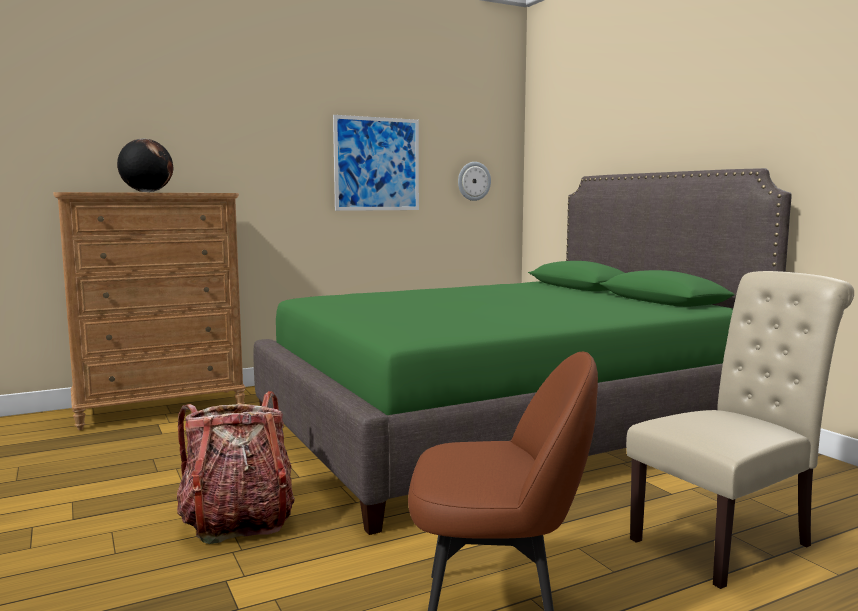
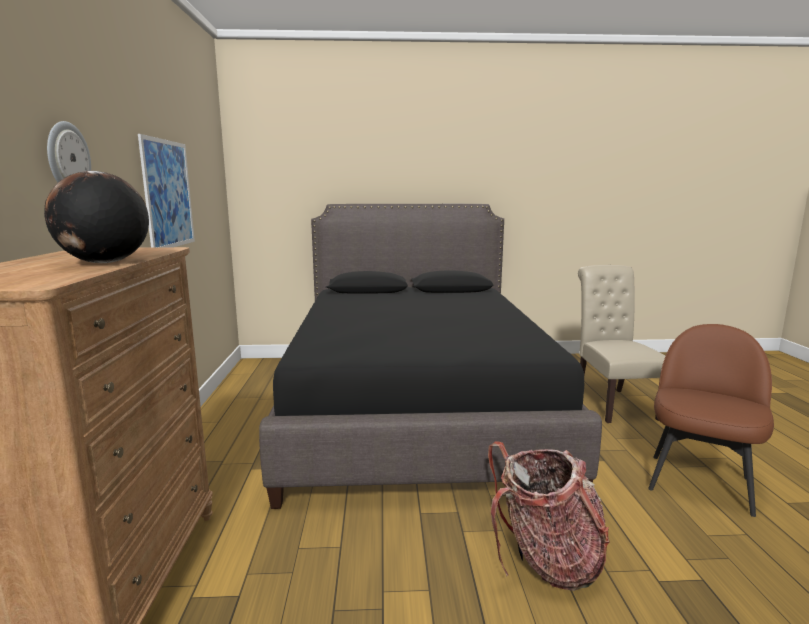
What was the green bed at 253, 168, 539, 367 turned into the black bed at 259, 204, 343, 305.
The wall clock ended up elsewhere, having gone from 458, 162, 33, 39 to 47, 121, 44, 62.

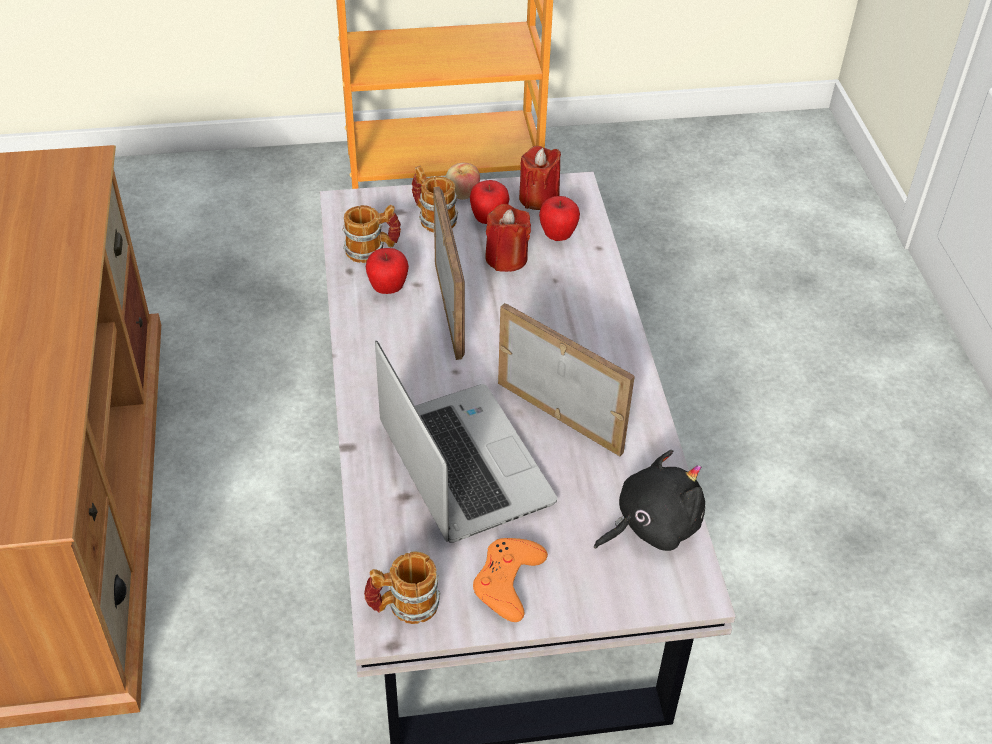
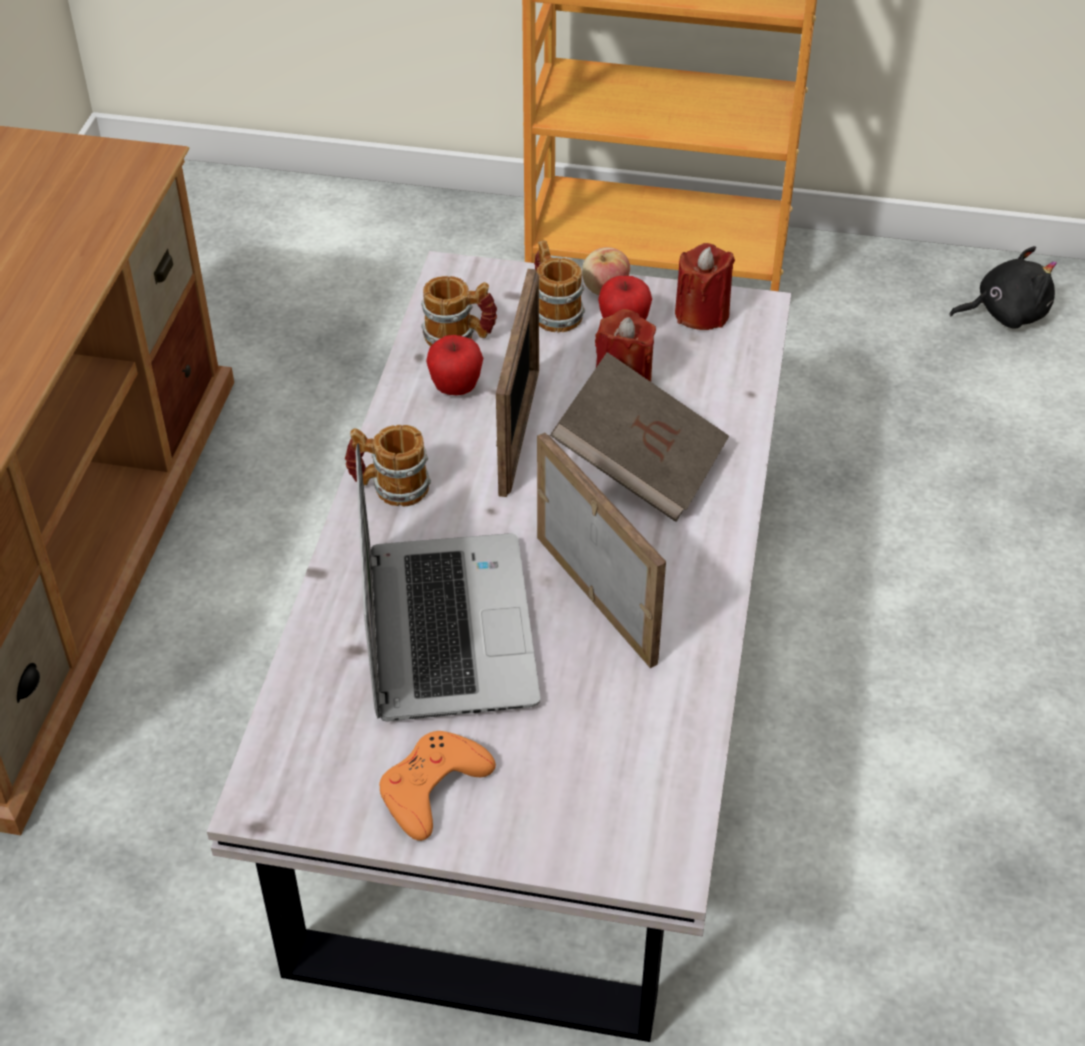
The mug ended up elsewhere, having gone from 364, 551, 76, 73 to 345, 425, 86, 82.
The second view lost the apple at 539, 196, 41, 45.
The black plush toy ended up elsewhere, having gone from 594, 450, 111, 101 to 949, 246, 108, 82.
The second view gained the brown book at 550, 352, 179, 170.

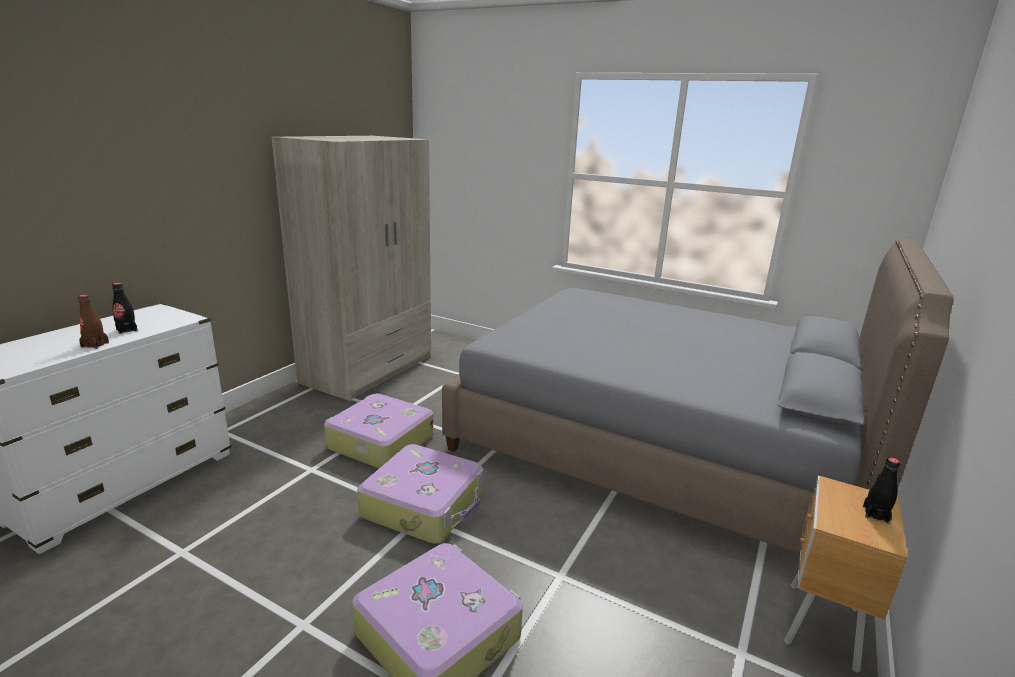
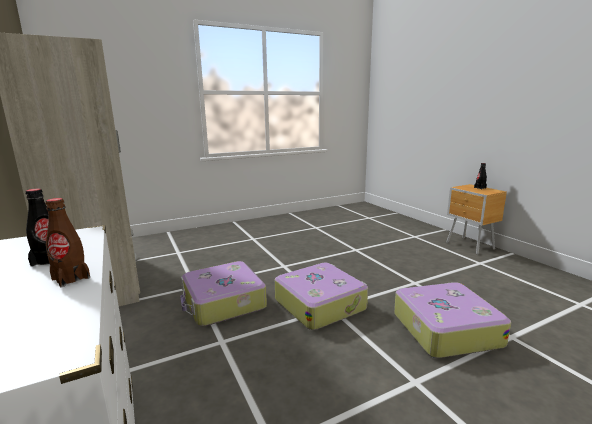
The second view lost the grey bed at 442, 238, 512, 316.

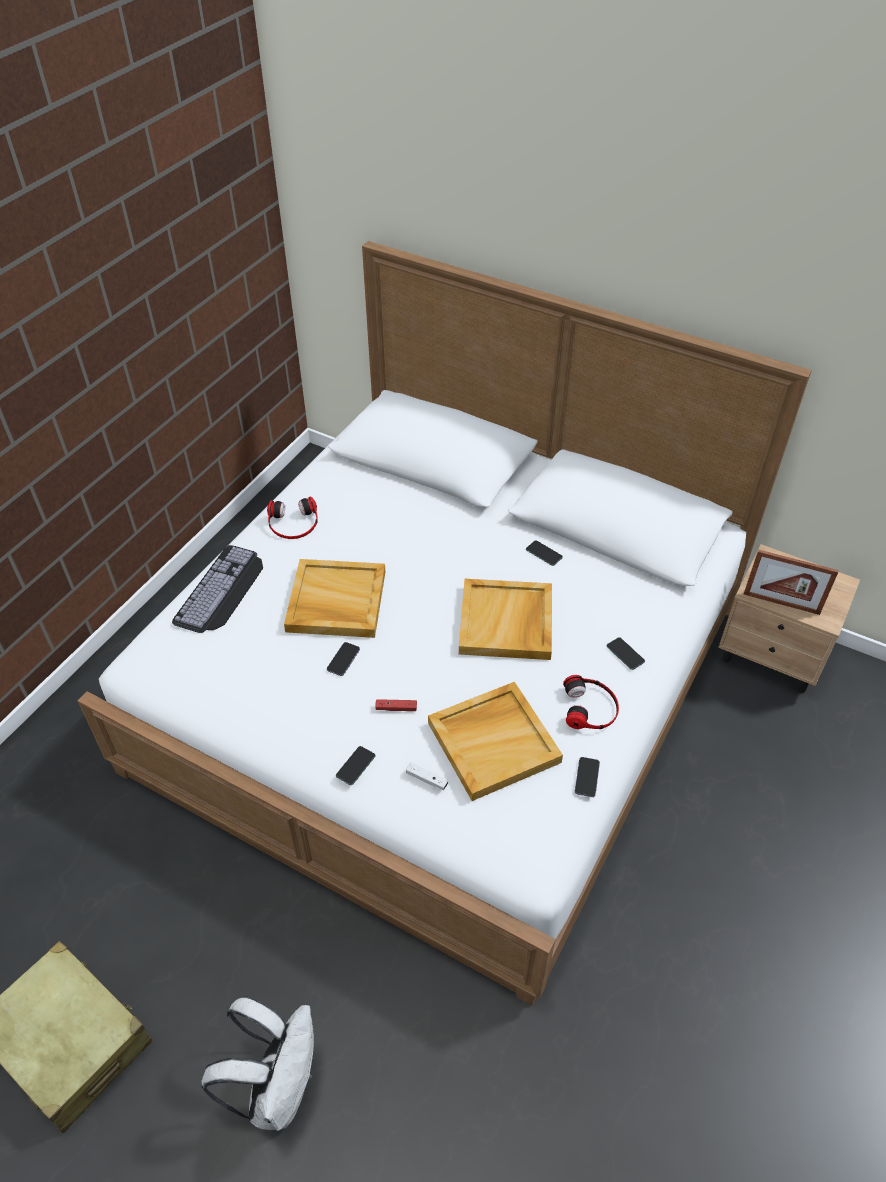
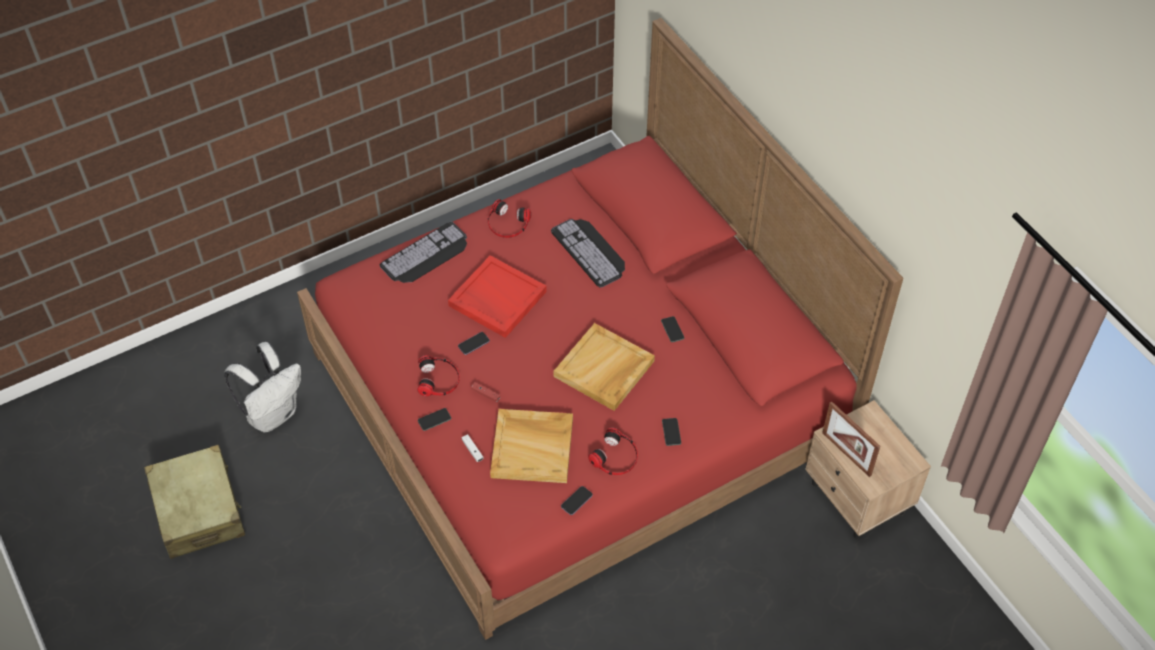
What was the white bed at 77, 241, 735, 765 turned into the red bed at 297, 18, 606, 622.
The white backpack ended up elsewhere, having gone from 201, 996, 113, 135 to 224, 342, 77, 90.
What was the beige tray at 284, 559, 101, 79 turned into the red tray at 448, 255, 99, 83.
The second view gained the headphones at 417, 355, 43, 41.
The second view gained the keyboard at 551, 219, 74, 68.

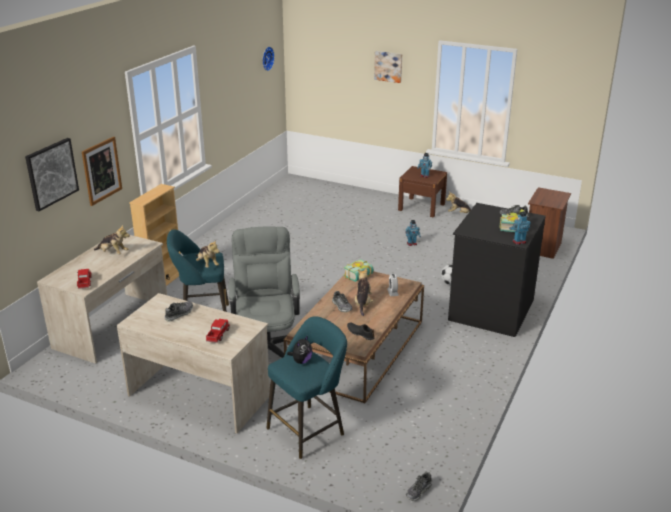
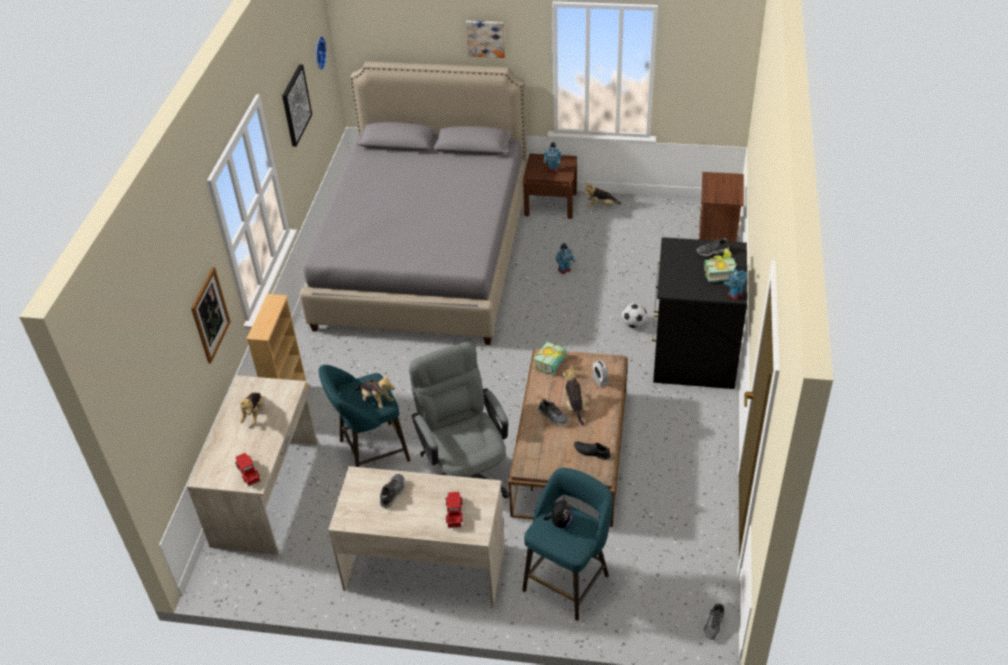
The picture ended up elsewhere, having gone from 25, 138, 54, 73 to 282, 64, 30, 83.
The plush toy at 94, 225, 36, 29 ended up facing another way, 90 degrees clockwise from before.
The second view gained the grey bed at 300, 61, 227, 284.

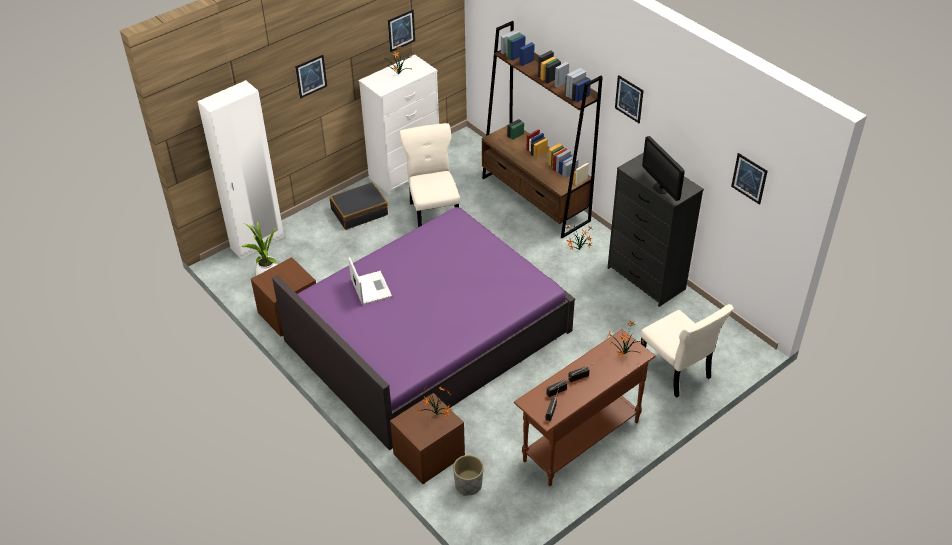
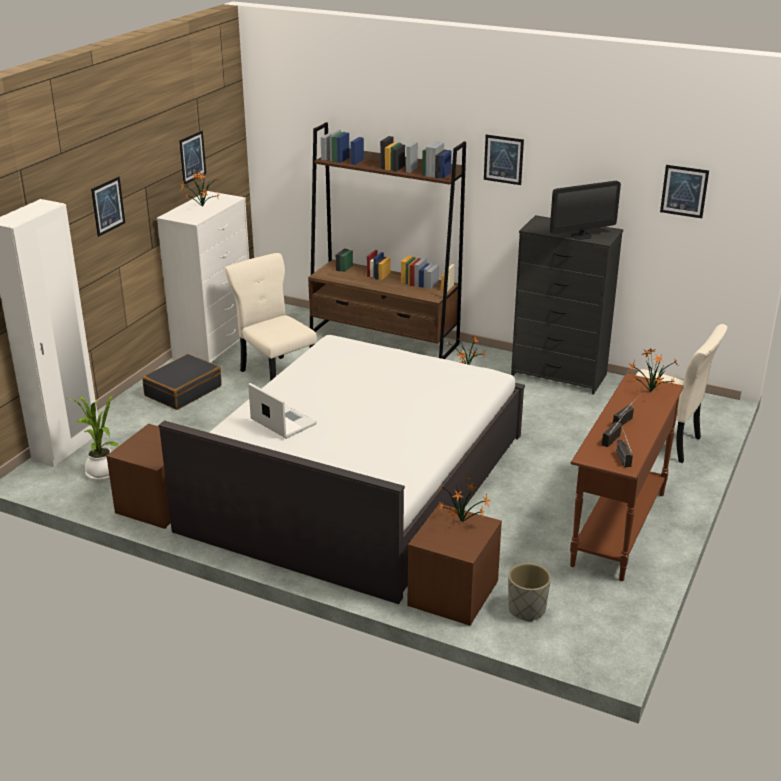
What was the purple bed at 272, 207, 303, 243 turned into the white bed at 158, 335, 367, 269.
The monitor at 642, 136, 43, 65 ended up facing another way, 60 degrees counterclockwise from before.

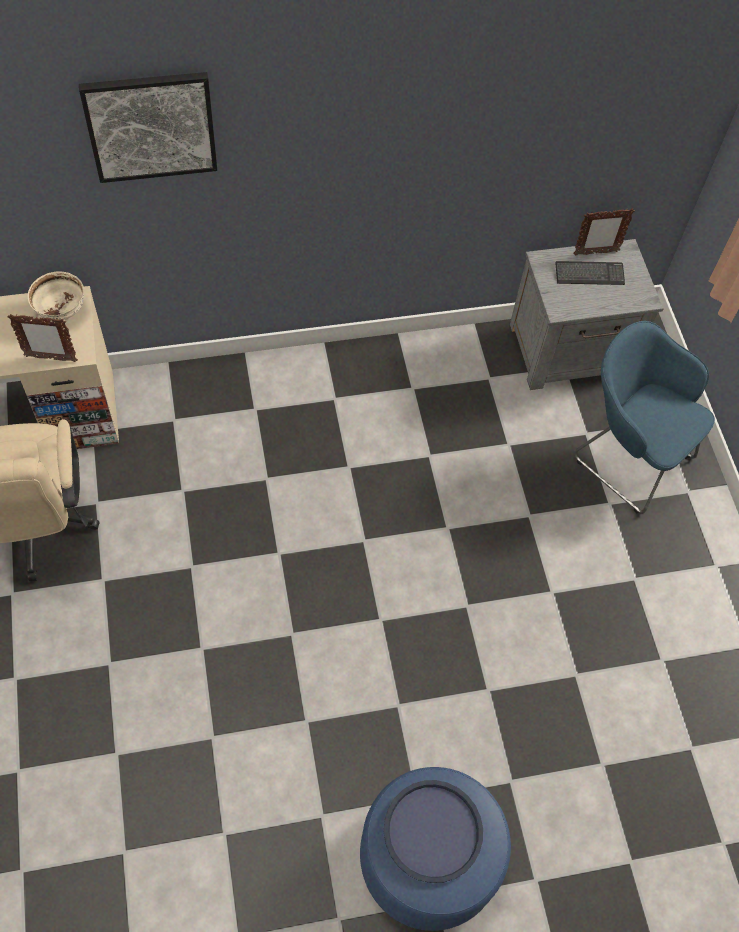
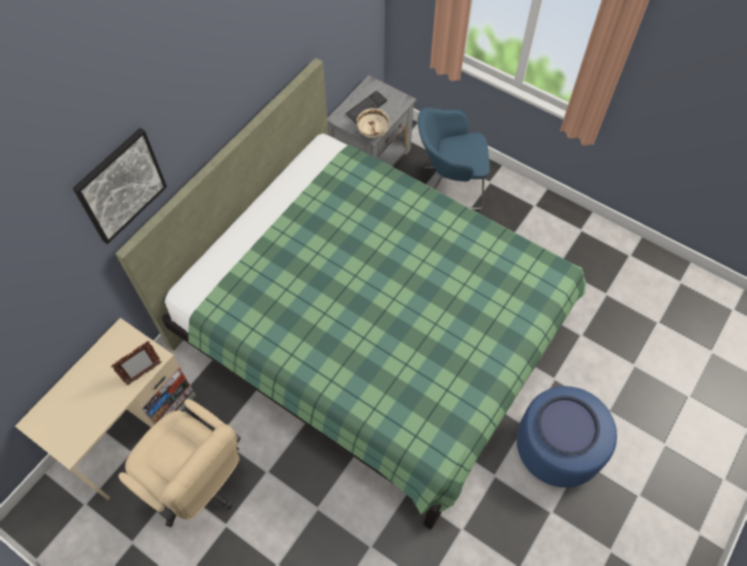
The beige bowl ended up elsewhere, having gone from 27, 271, 57, 49 to 357, 108, 33, 31.
The second view lost the picture frame at 573, 208, 62, 48.
The second view gained the green bed at 116, 58, 470, 472.

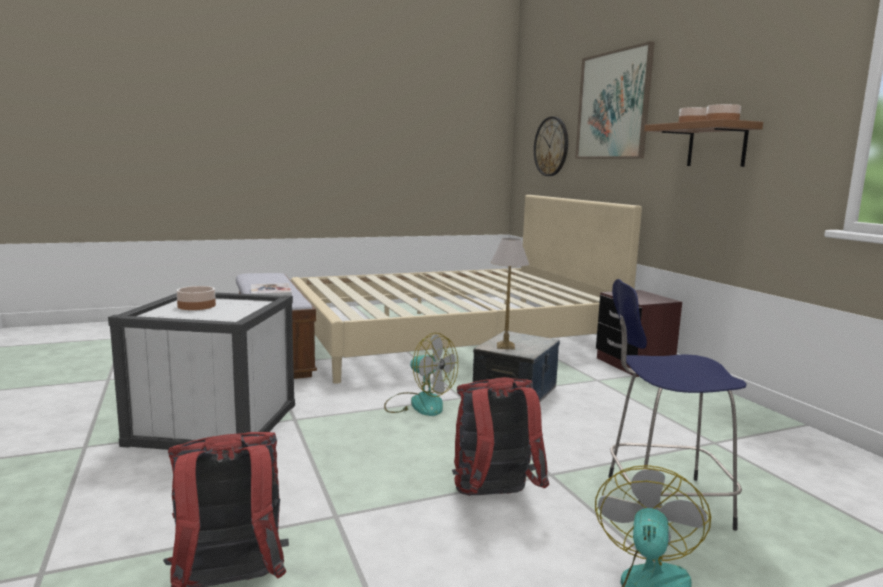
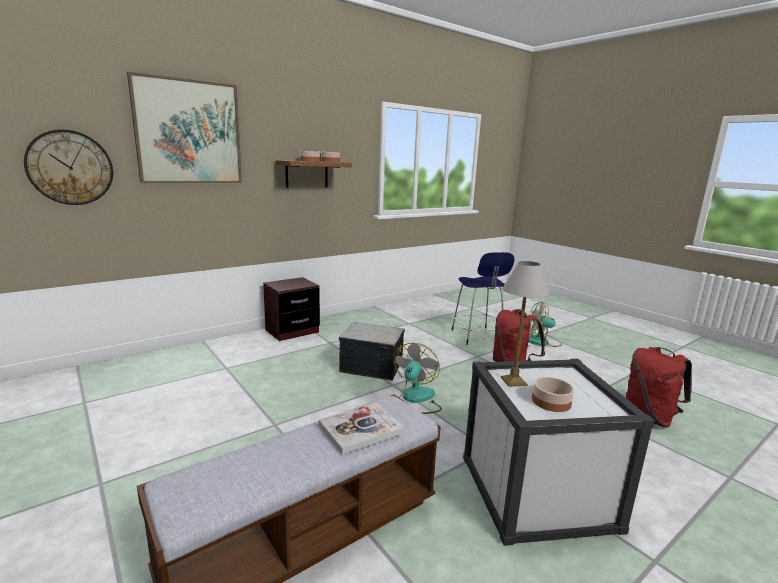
The second view lost the beige bed at 291, 195, 351, 189.
The table lamp ended up elsewhere, having gone from 491, 238, 38, 112 to 500, 261, 49, 126.

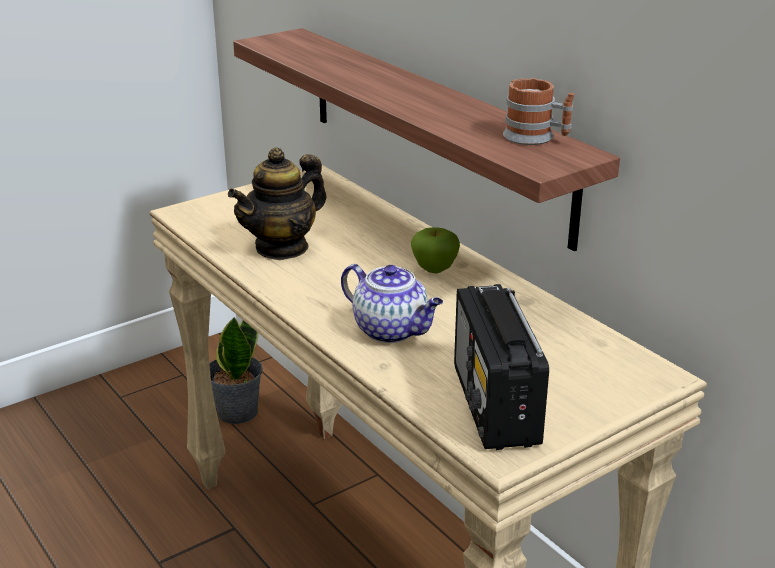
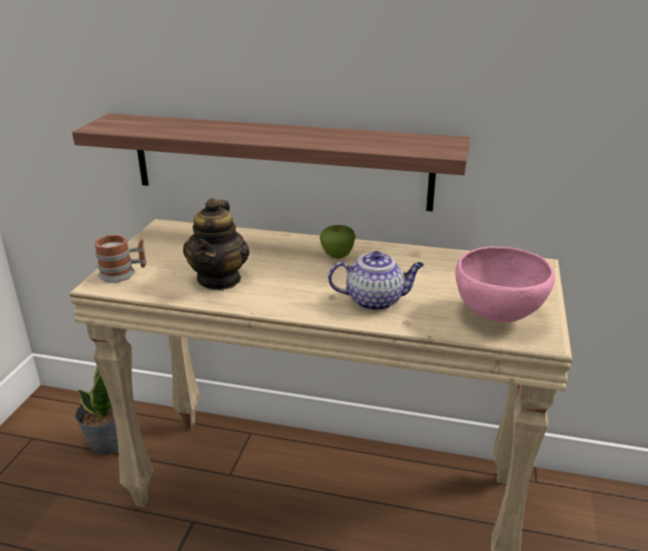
Where the radio stood at 454, 284, 95, 166, the pink bowl came to stand at 455, 247, 100, 75.
The mug ended up elsewhere, having gone from 503, 78, 71, 67 to 95, 235, 52, 48.

